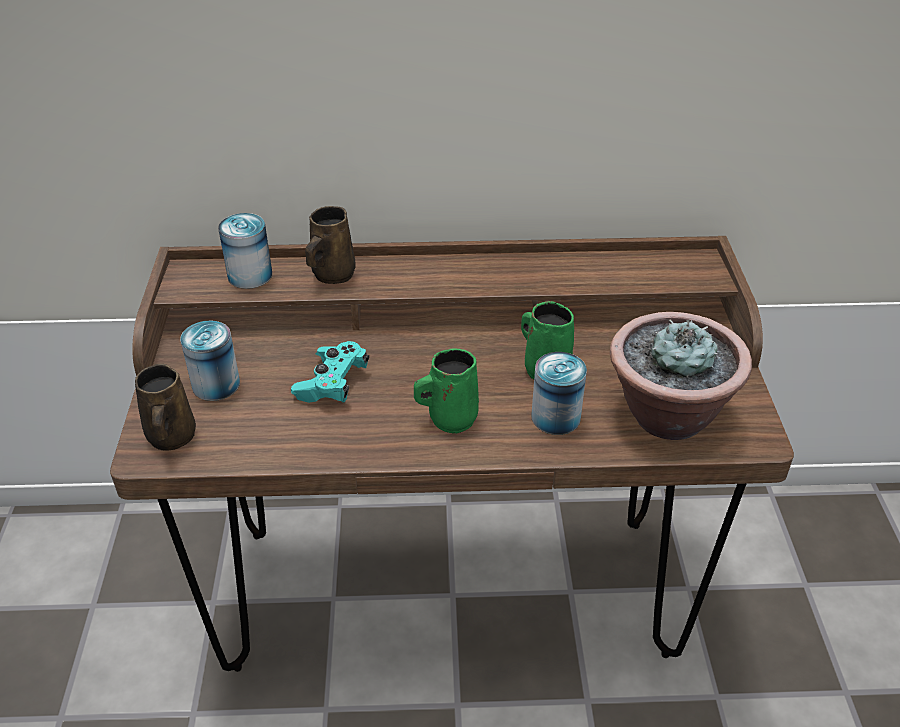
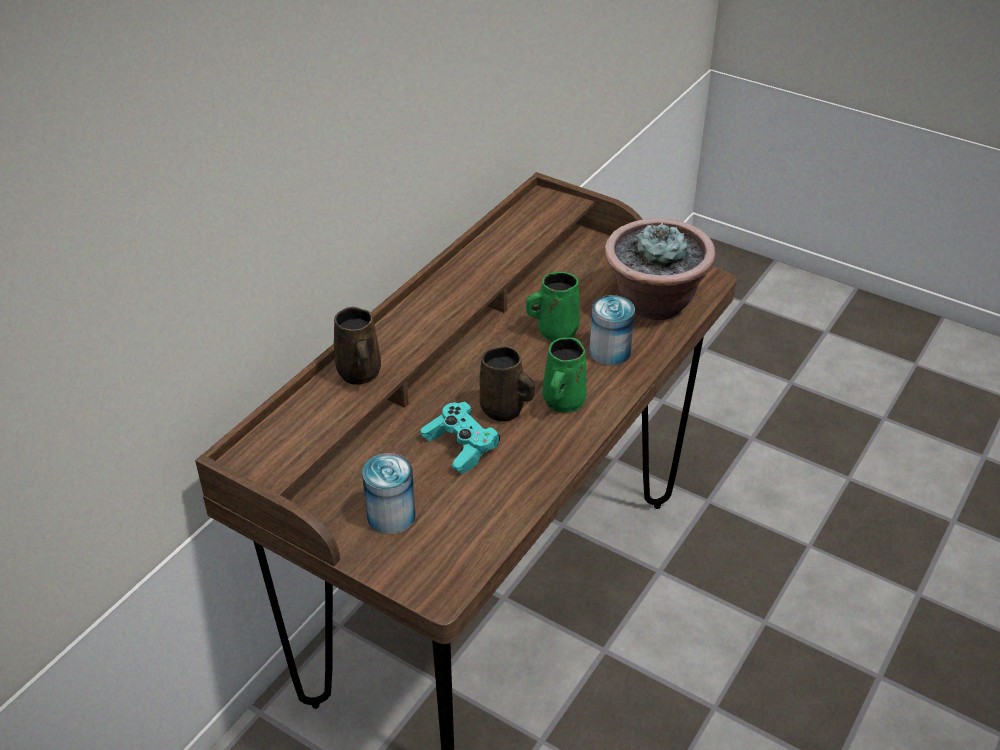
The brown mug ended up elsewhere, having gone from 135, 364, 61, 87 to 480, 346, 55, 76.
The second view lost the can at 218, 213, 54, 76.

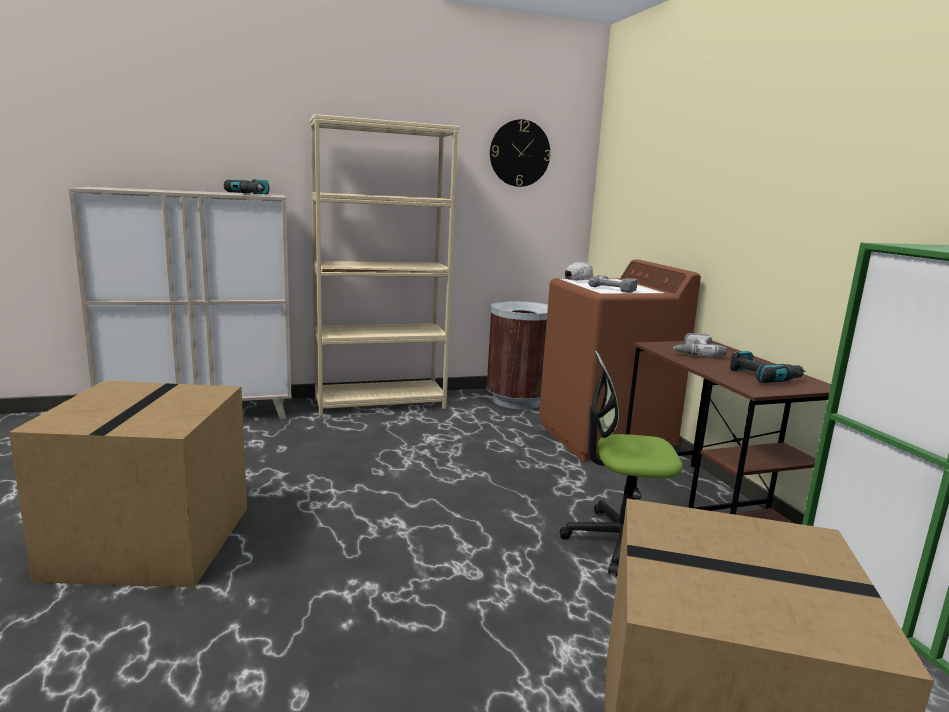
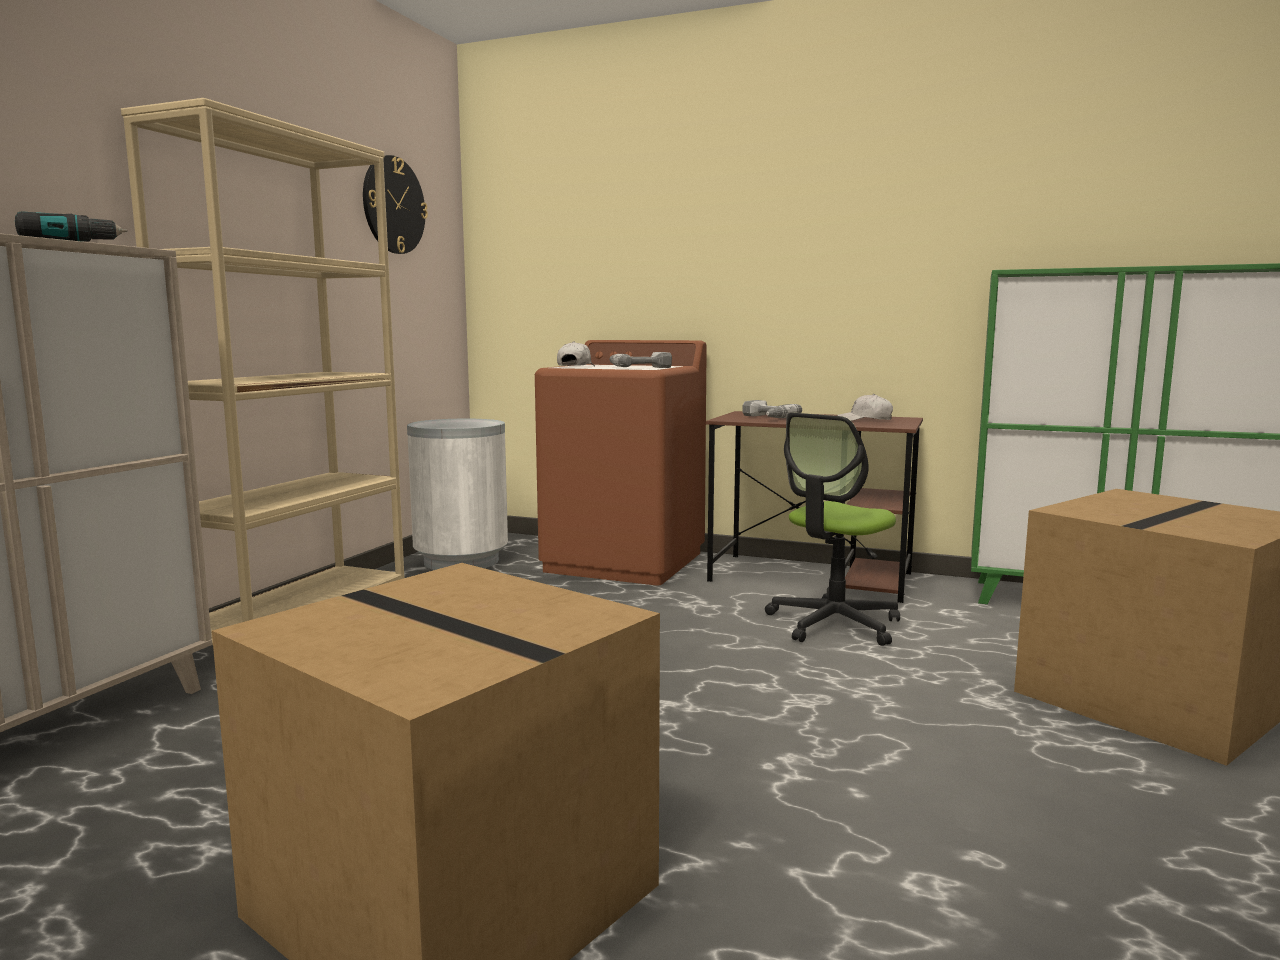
What was the brown trash can at 487, 301, 61, 108 turned into the white trash can at 407, 419, 101, 151.
Where the power drill stood at 730, 351, 75, 32, the white cap came to stand at 837, 394, 56, 27.

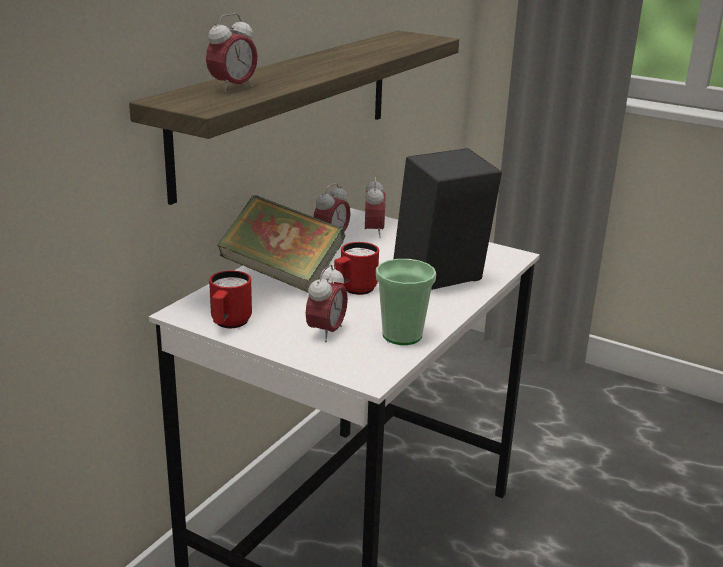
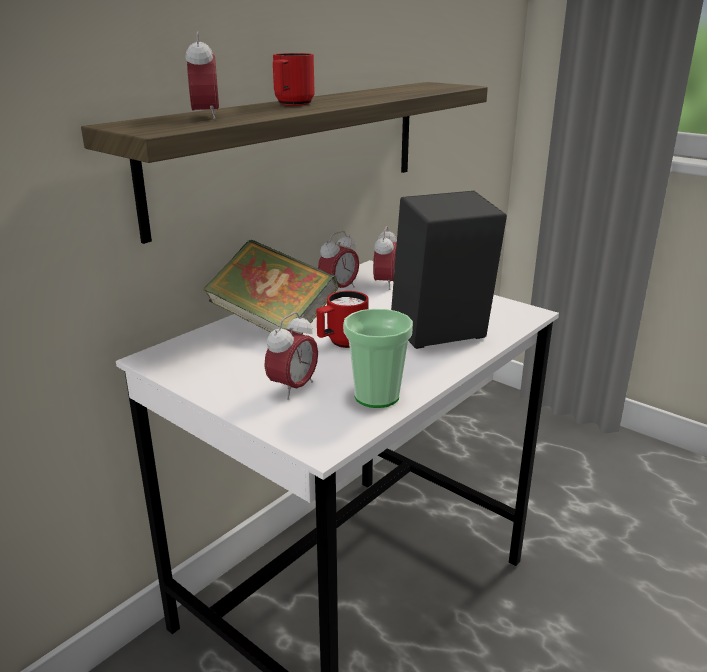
The alarm clock at 206, 13, 52, 79 ended up facing another way, 60 degrees counterclockwise from before.
The red mug ended up elsewhere, having gone from 209, 271, 43, 57 to 273, 53, 41, 53.

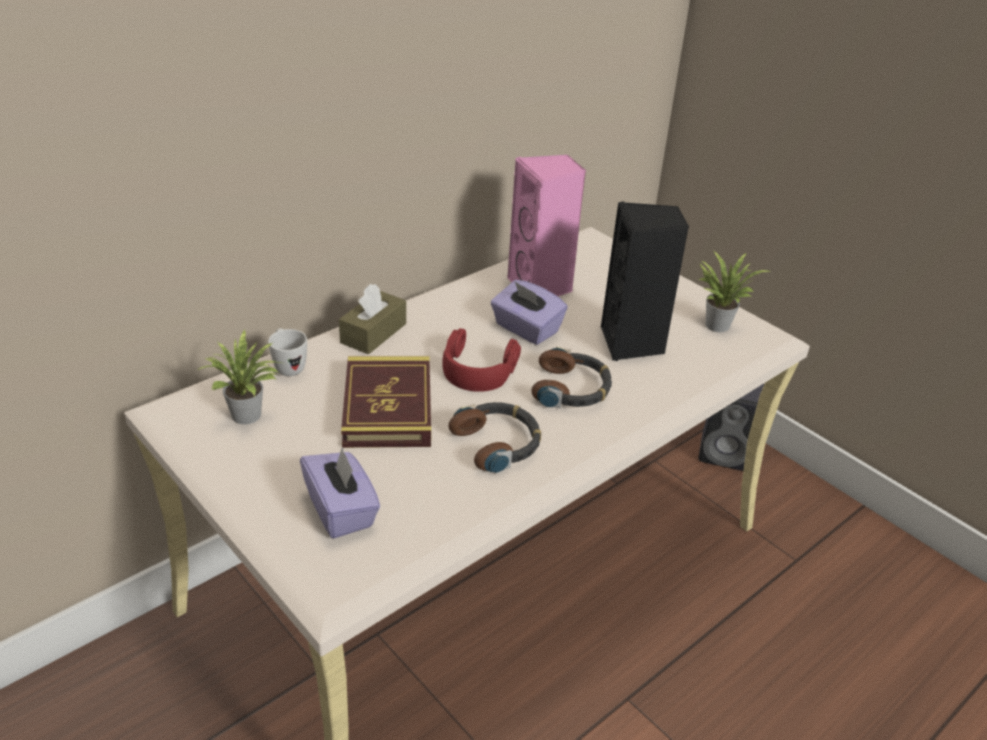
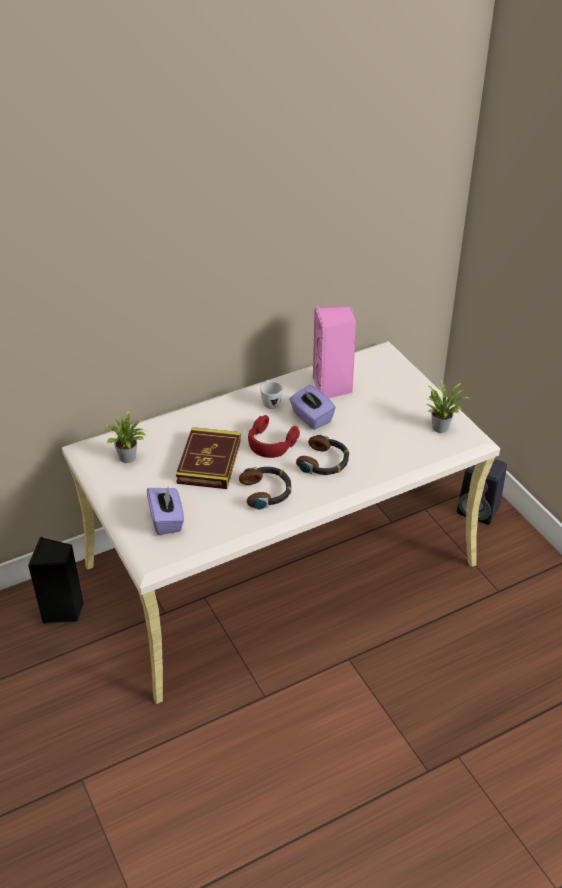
The white mug ended up elsewhere, having gone from 268, 328, 39, 48 to 260, 380, 23, 29.
The second view lost the brown tissue box at 339, 284, 67, 70.
The black speaker ended up elsewhere, having gone from 601, 202, 88, 159 to 28, 537, 56, 87.

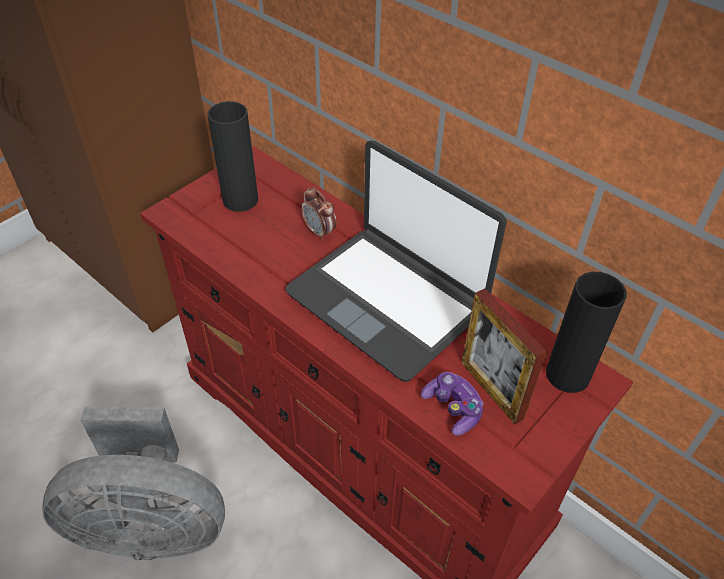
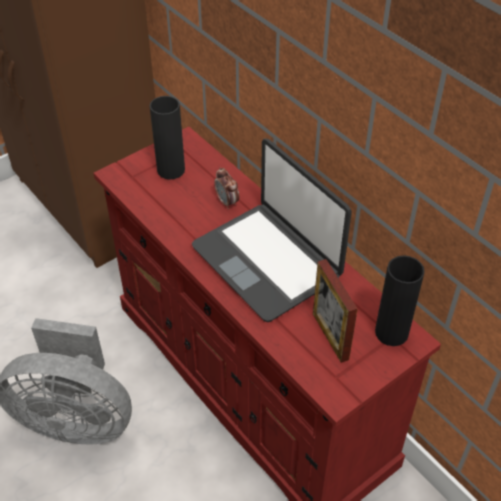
The second view lost the game controller at 421, 372, 62, 64.

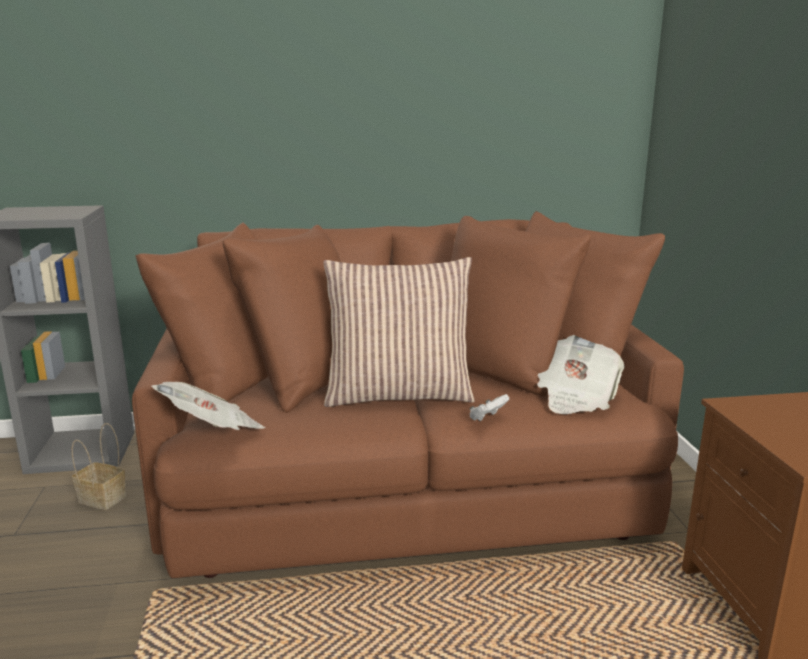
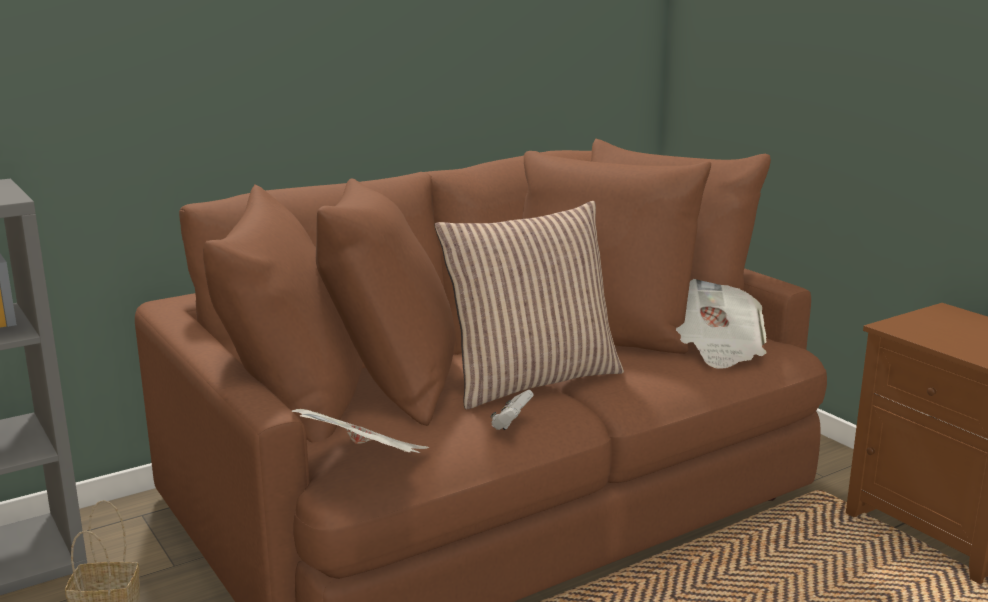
The white game controller ended up elsewhere, having gone from 470, 394, 39, 27 to 491, 390, 43, 40.

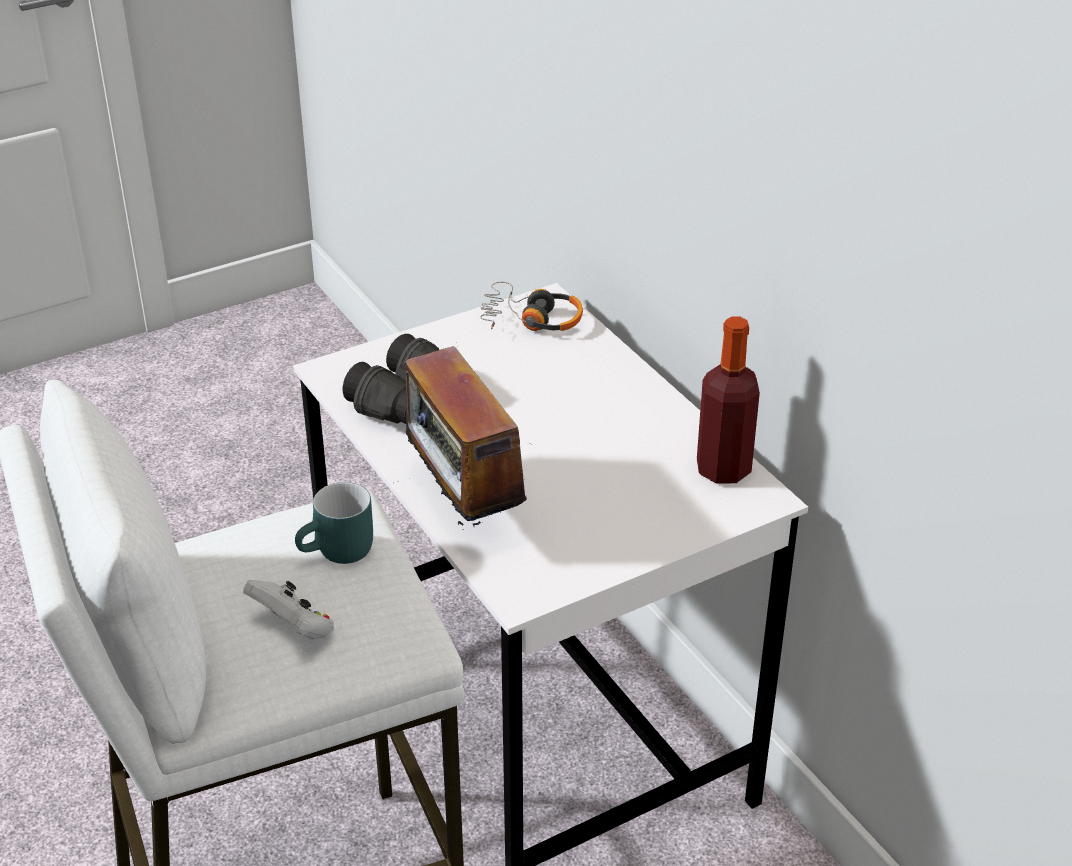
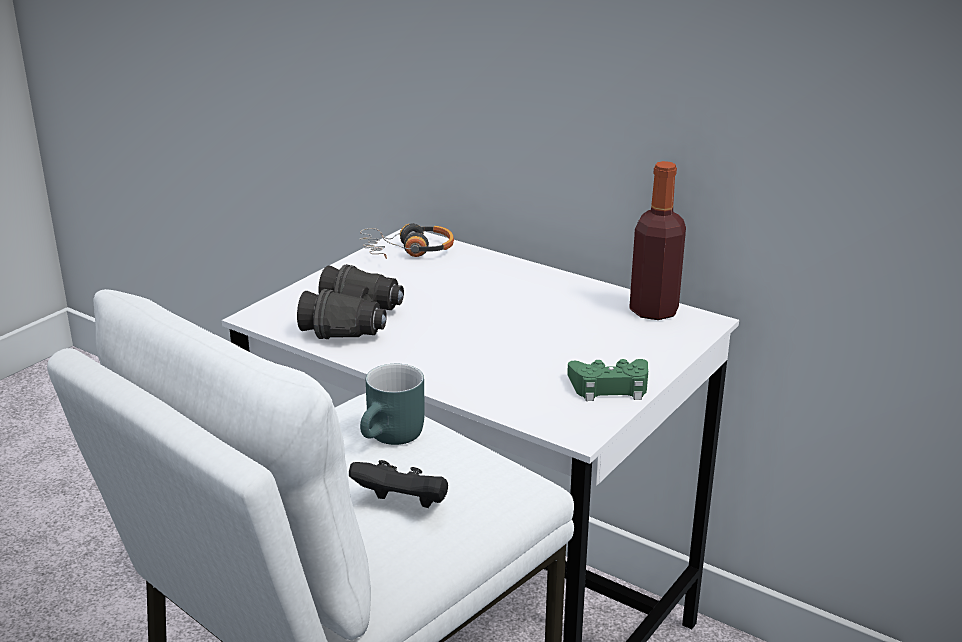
What was the white game controller at 243, 580, 91, 60 turned into the black game controller at 349, 460, 99, 48.
The second view lost the radio at 393, 341, 134, 185.
The second view gained the green game controller at 567, 359, 81, 42.

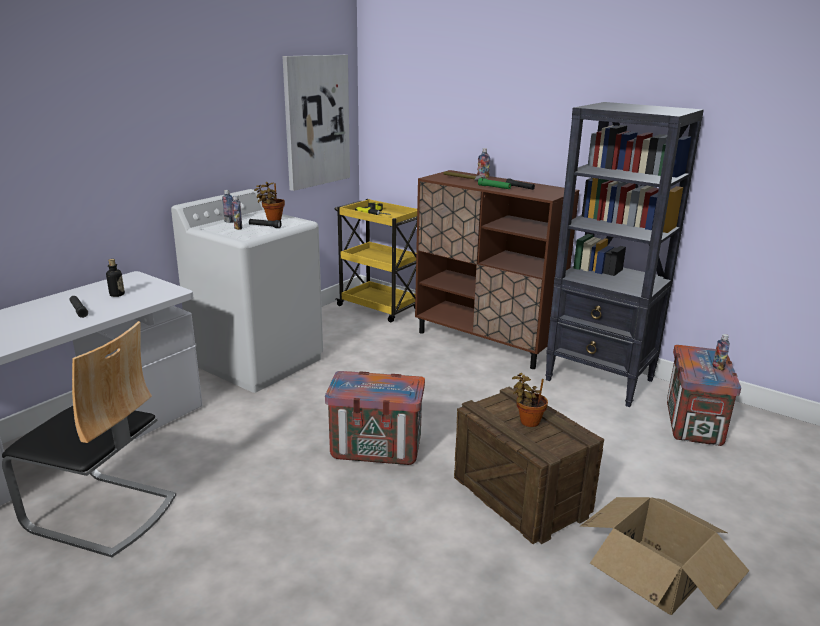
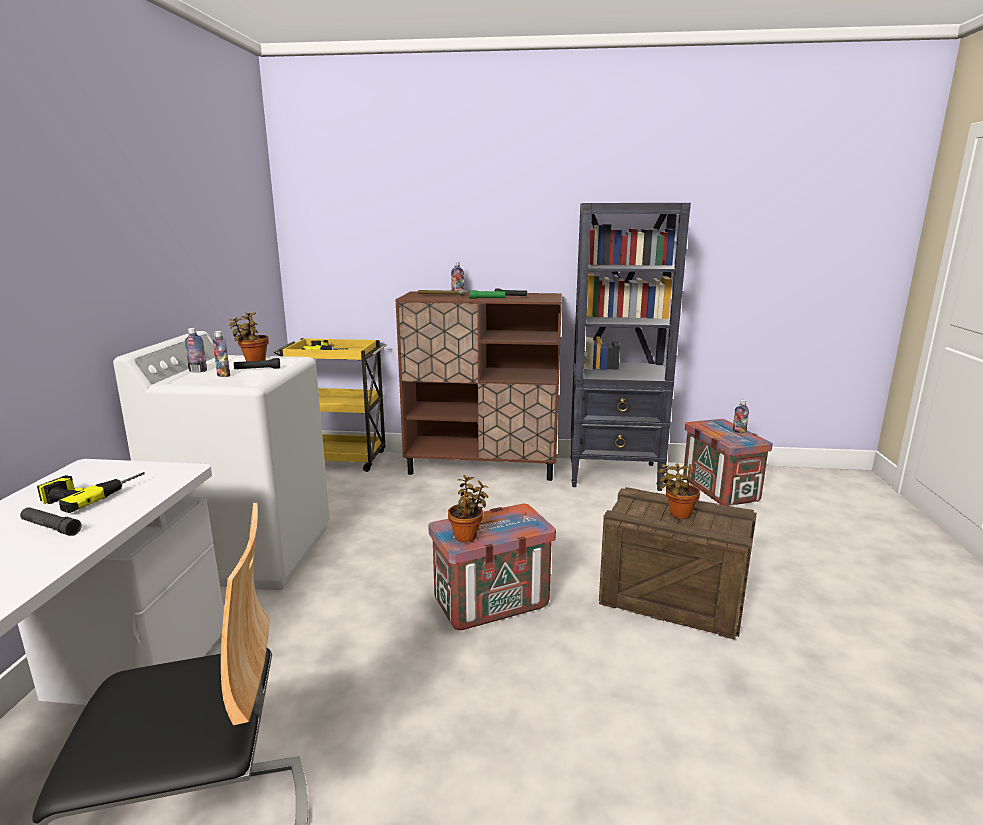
Where the bottle stood at 106, 259, 19, 38, the power drill came to stand at 37, 472, 108, 41.
The second view lost the picture at 282, 55, 68, 136.
The second view lost the cardboard box at 580, 497, 169, 118.
The second view gained the potted plant at 448, 475, 41, 67.

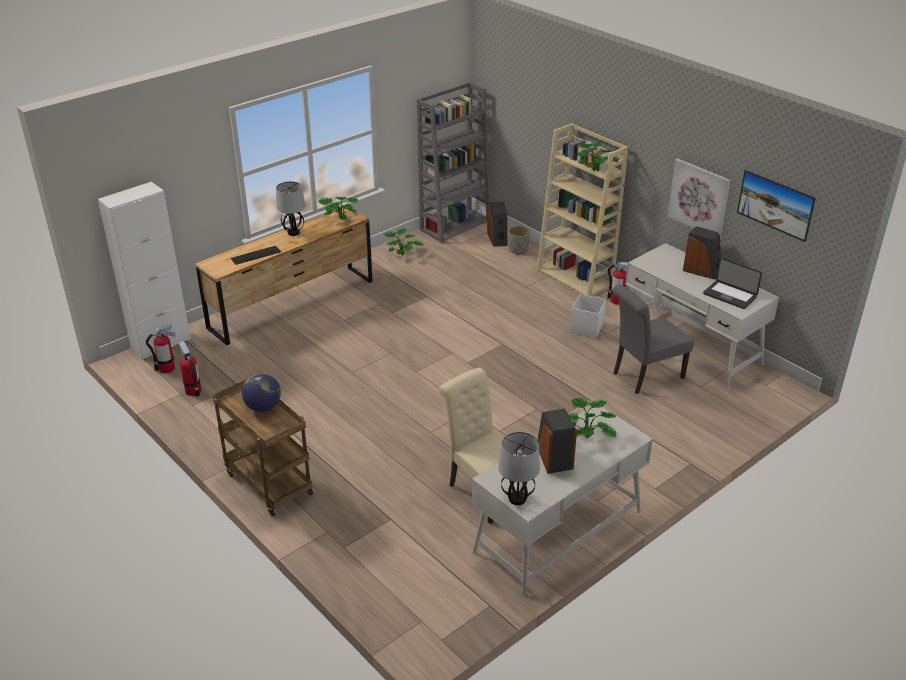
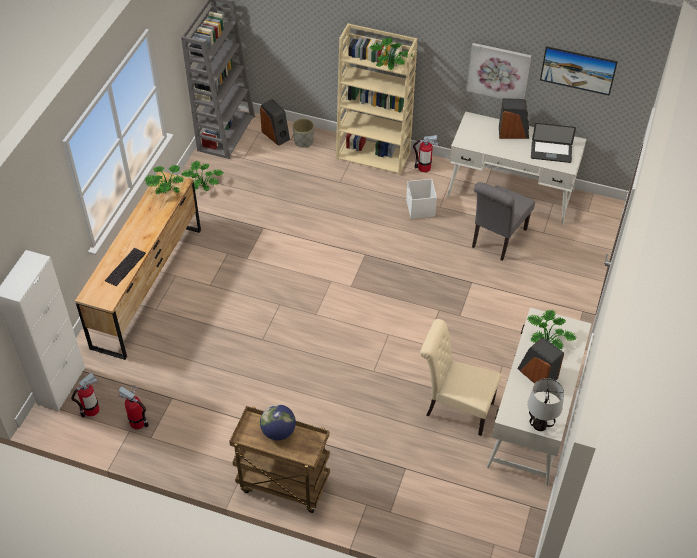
The second view lost the table lamp at 276, 181, 29, 55.

